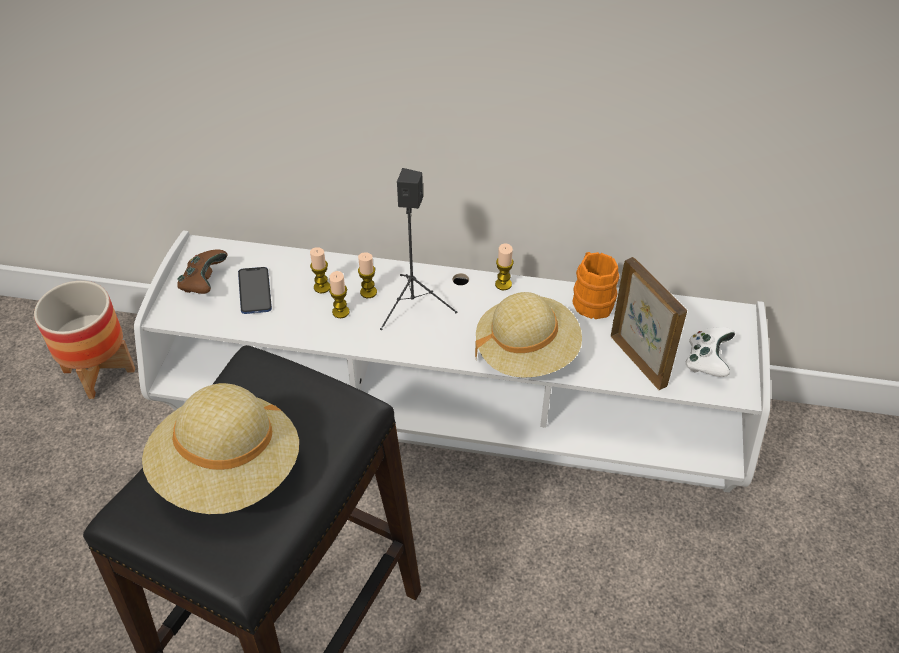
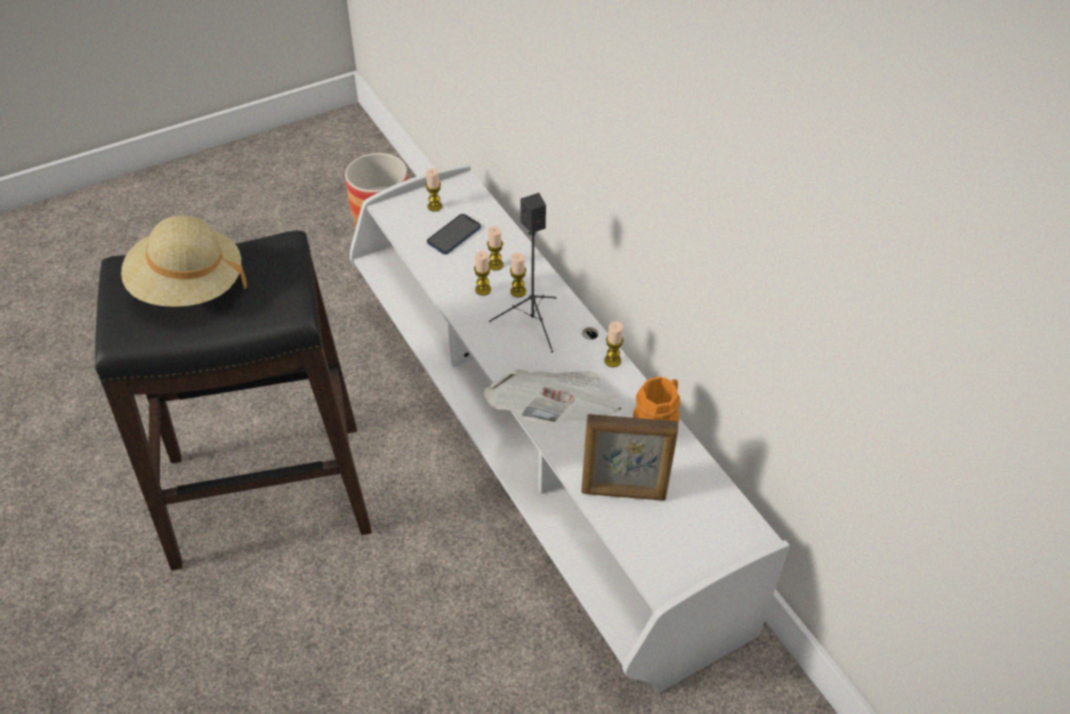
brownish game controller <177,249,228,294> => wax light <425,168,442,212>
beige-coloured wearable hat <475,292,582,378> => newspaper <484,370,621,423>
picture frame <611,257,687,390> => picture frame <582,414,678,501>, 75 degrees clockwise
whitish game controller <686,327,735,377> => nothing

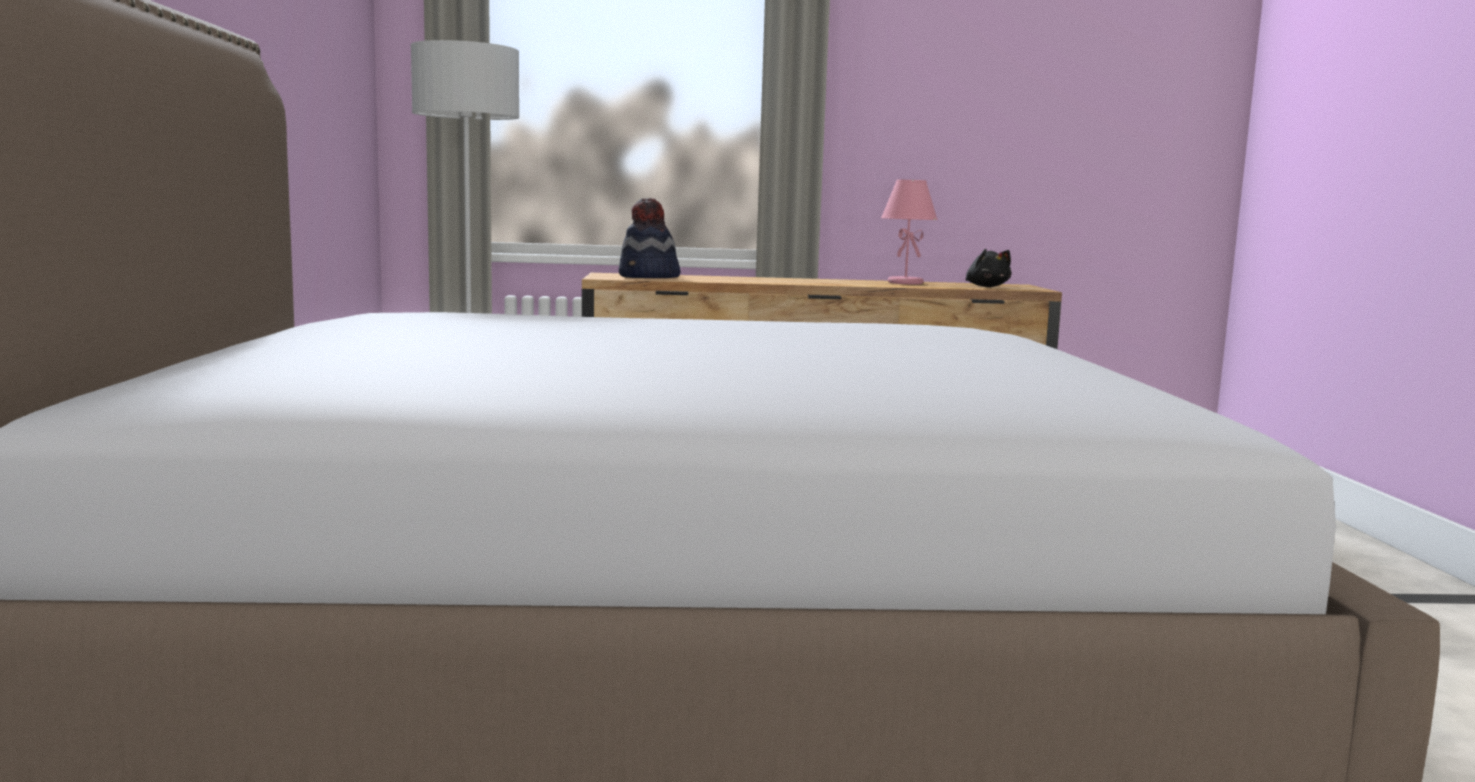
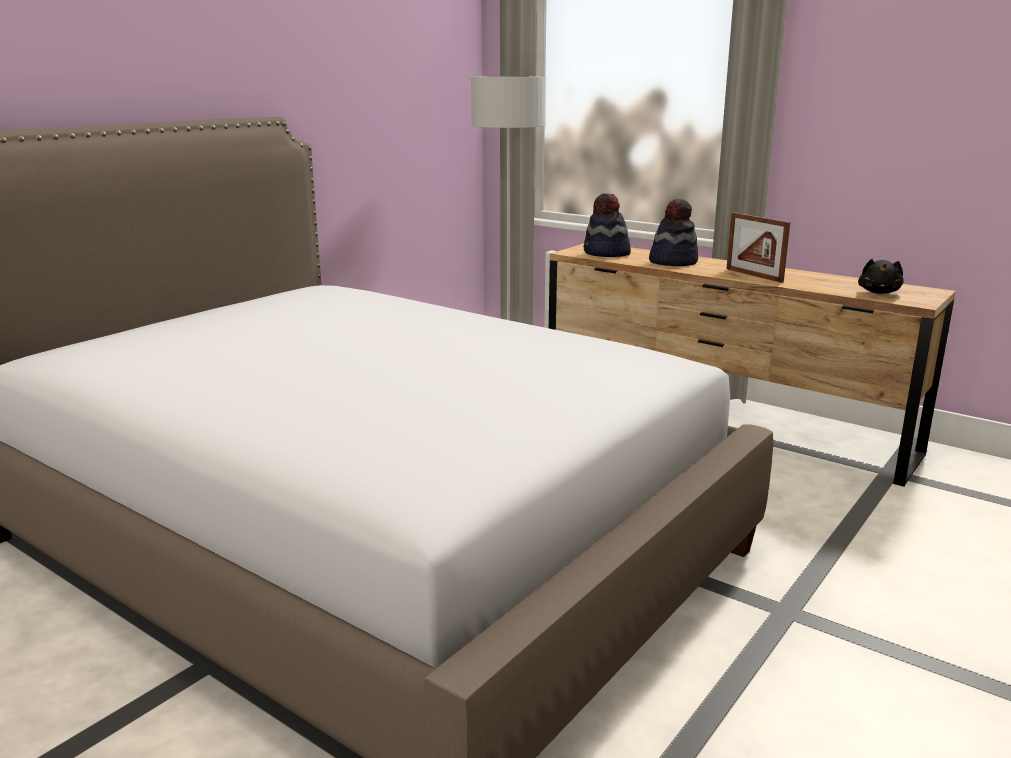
pinkish lamp for a table <881,180,938,284> => nothing
nothing => wearable hat <649,199,698,266>
nothing => picture frame <726,212,790,283>

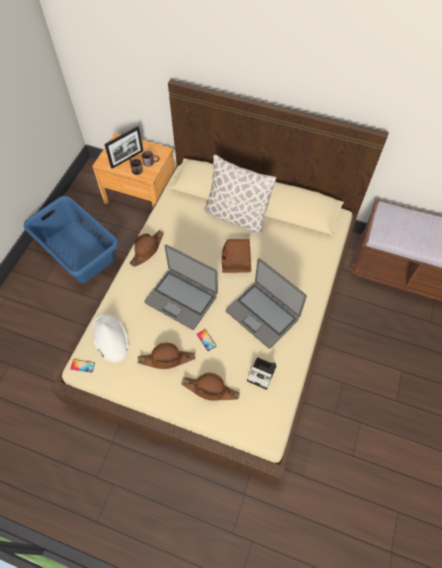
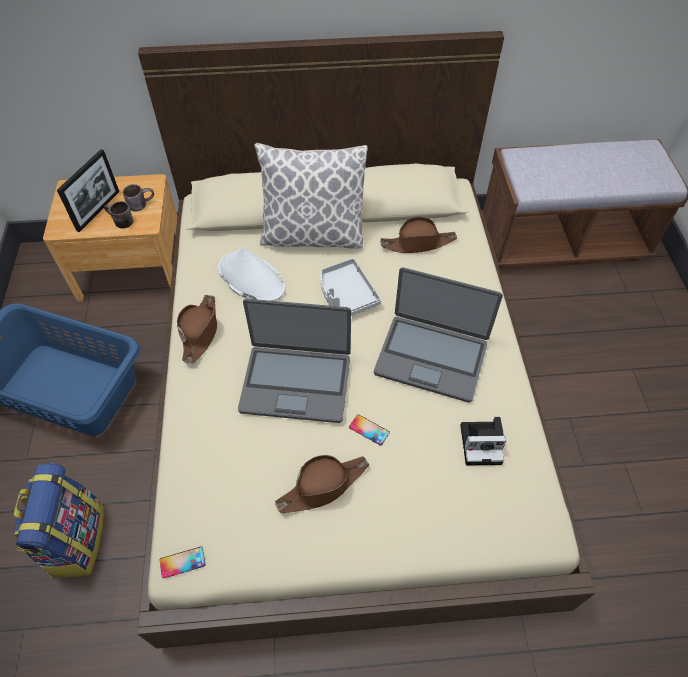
whitish wearable hat <93,314,128,363> => whitish wearable hat <218,247,286,301>, move
brownish wearable hat <181,373,240,401> => brownish wearable hat <380,217,457,253>, move
brownish tray <222,239,251,273> => grey tray <320,258,381,316>
nothing => knapsack <14,463,104,577>

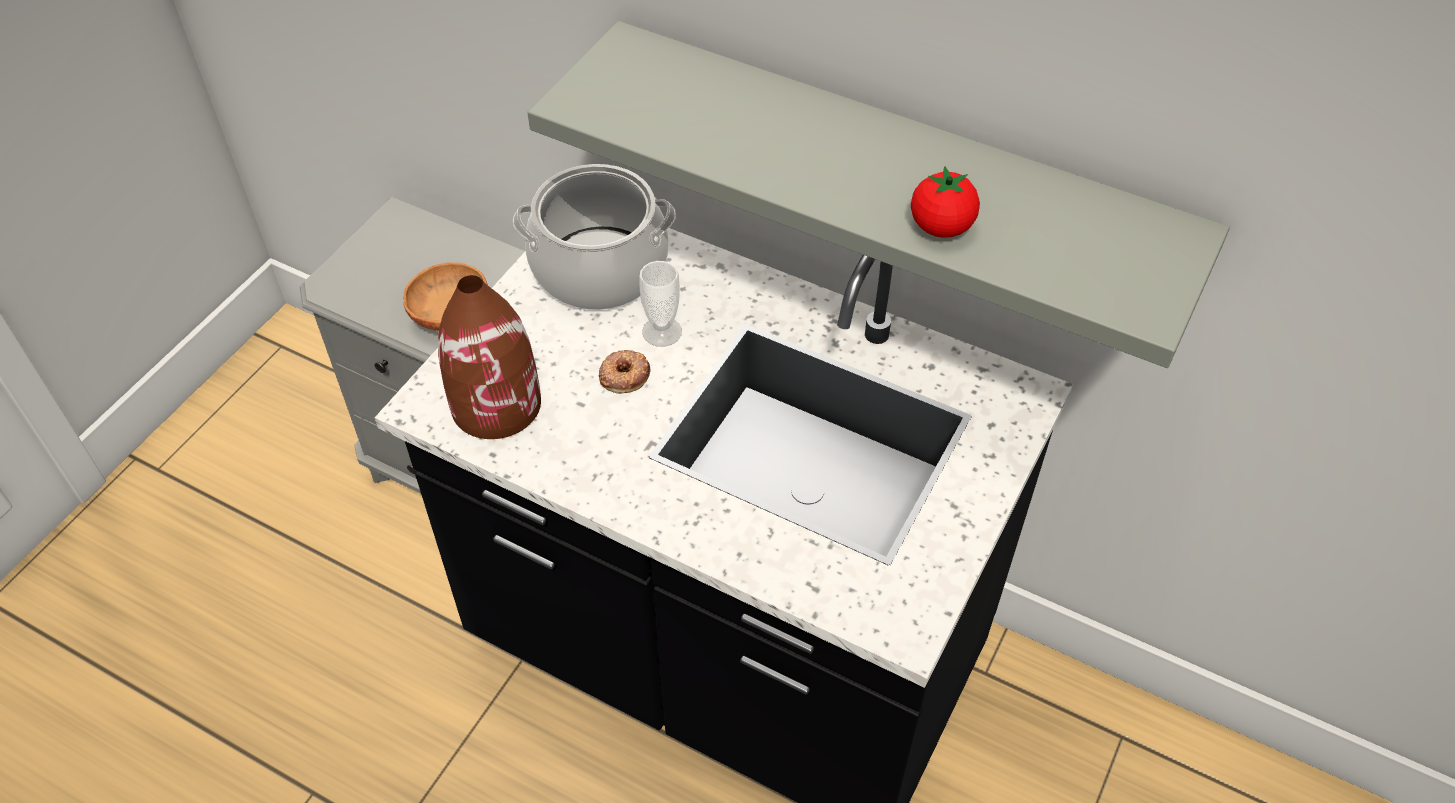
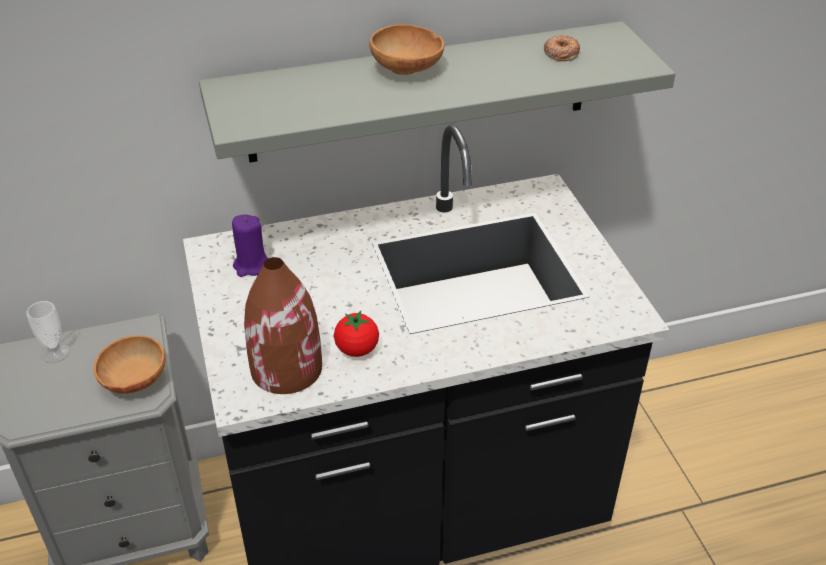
saucepot <513,164,676,310> => purple-coloured wax light <232,215,268,277>
donut <599,350,651,394> => donut <544,35,580,61>, move
small cup <639,261,682,347> => small cup <26,301,70,363>, move
fresh tomato <911,166,980,238> => fresh tomato <334,311,379,357>, move
nothing => brownish serving bowl <369,24,444,75>

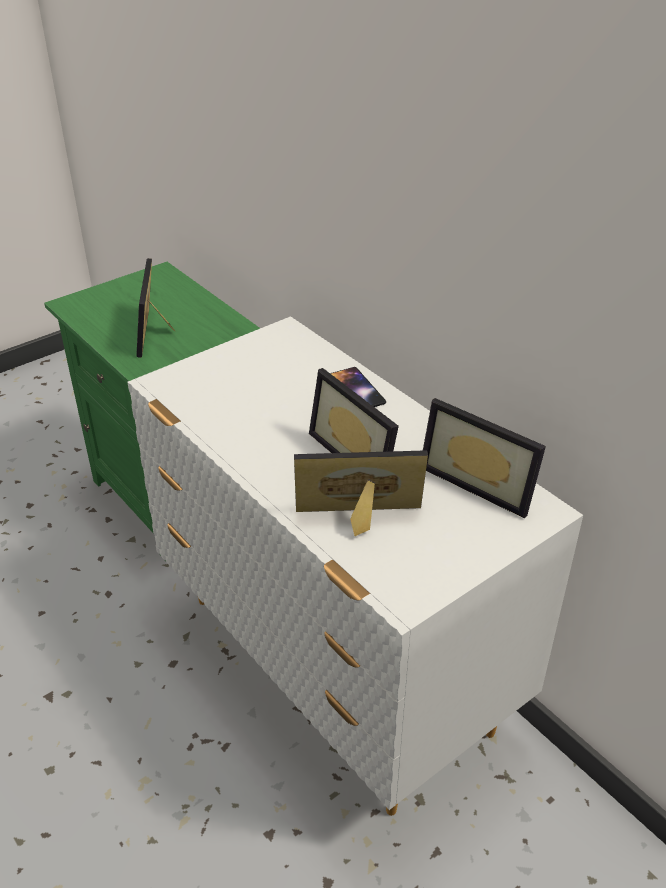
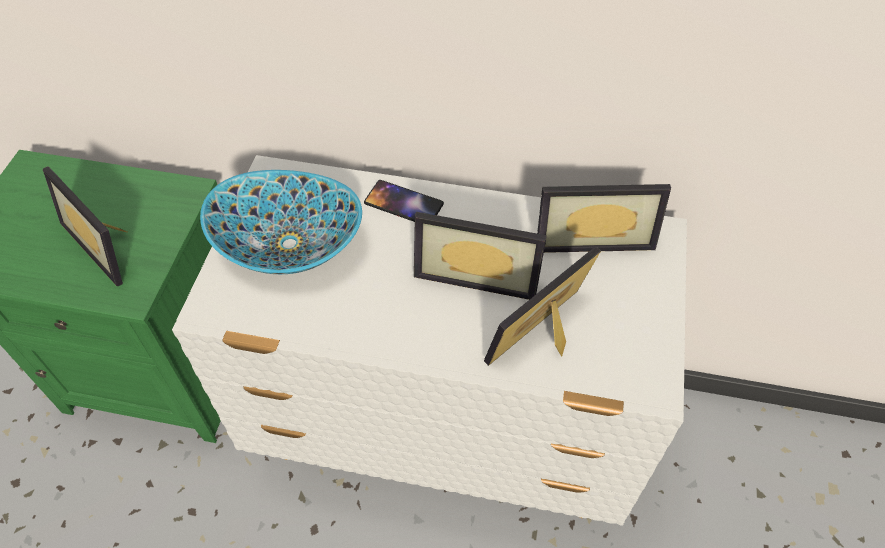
nothing => serving bowl <200,170,362,274>

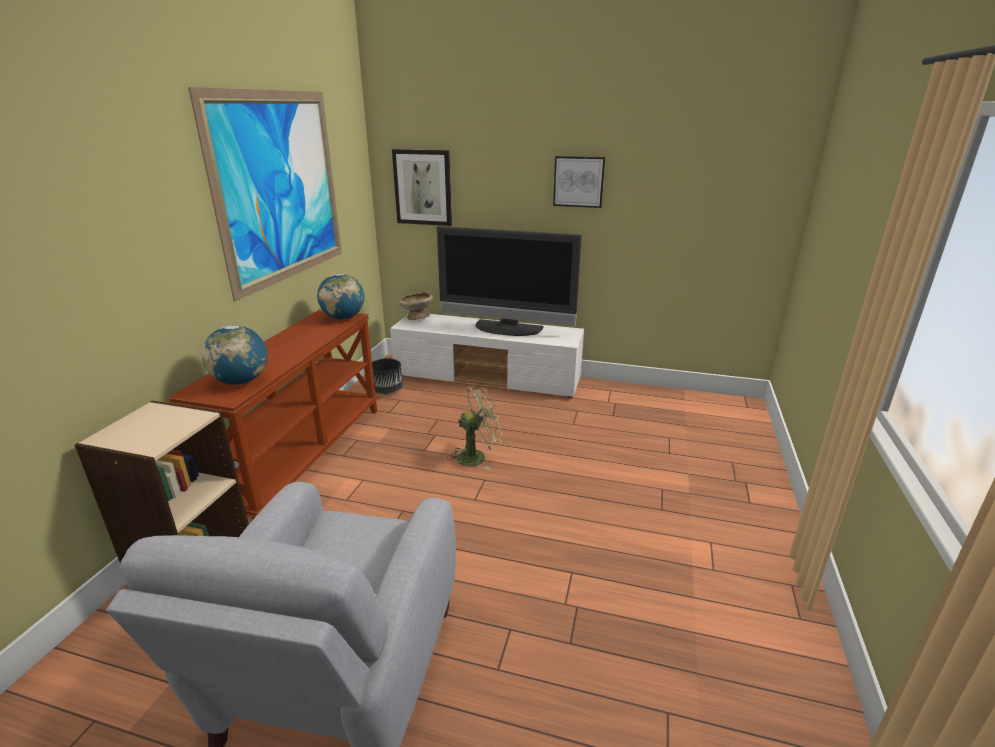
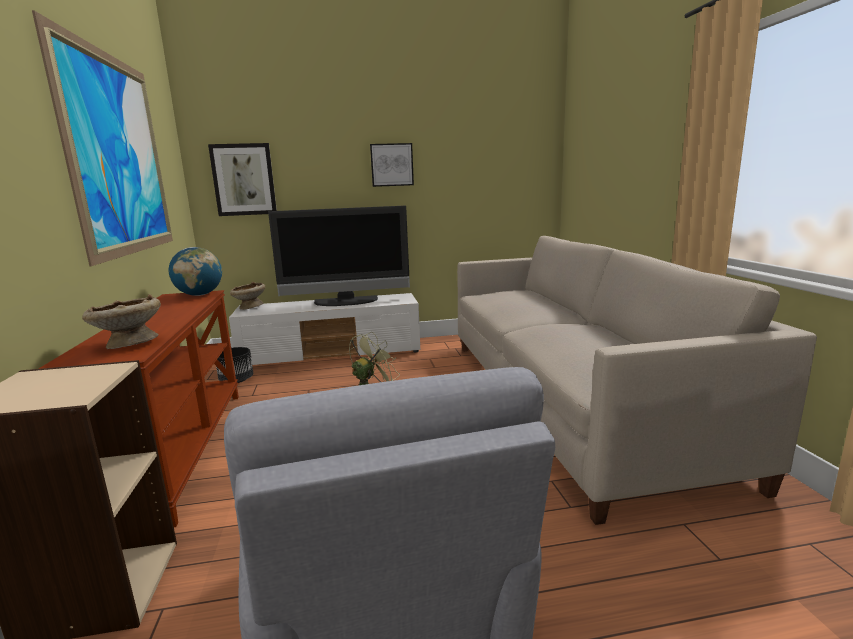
world globe <202,325,267,385> => beige-coloured serving bowl <82,294,161,349>
nothing => beige-coloured sofa <457,236,817,525>

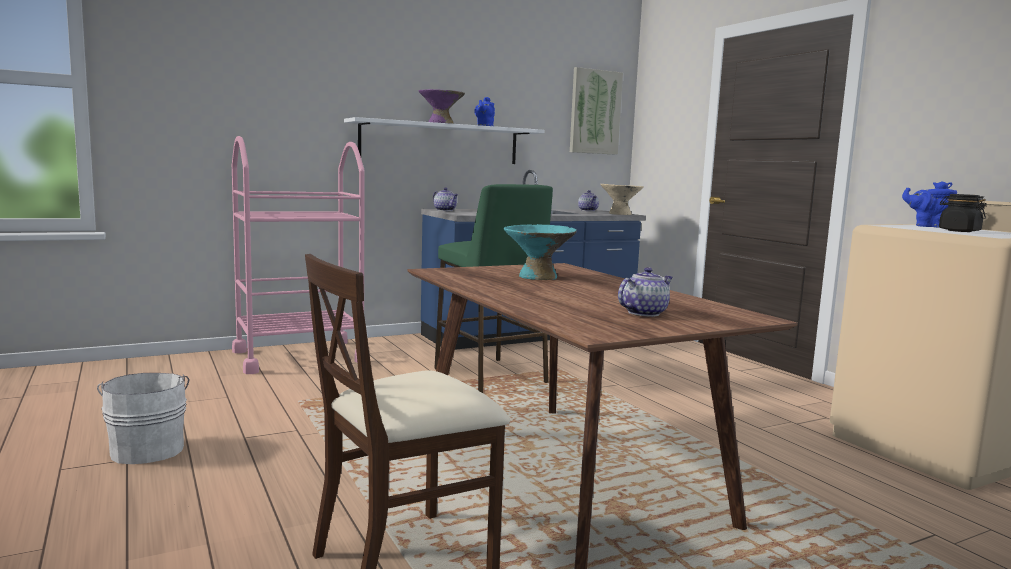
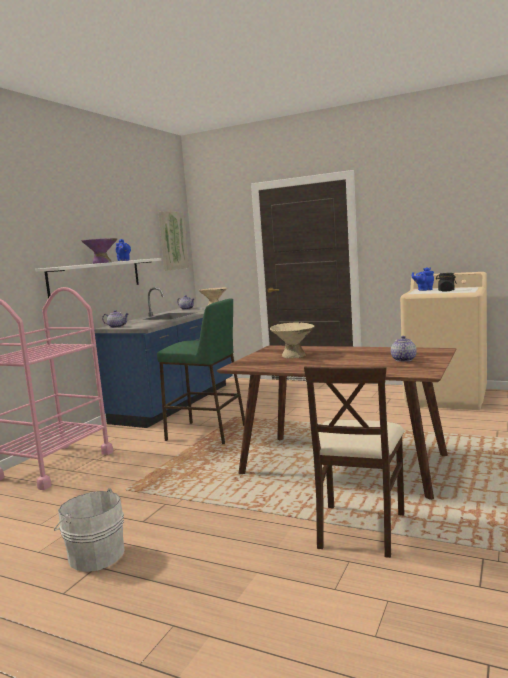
turquoise serving bowl <504,224,577,280> => beige-coloured serving bowl <270,322,315,358>

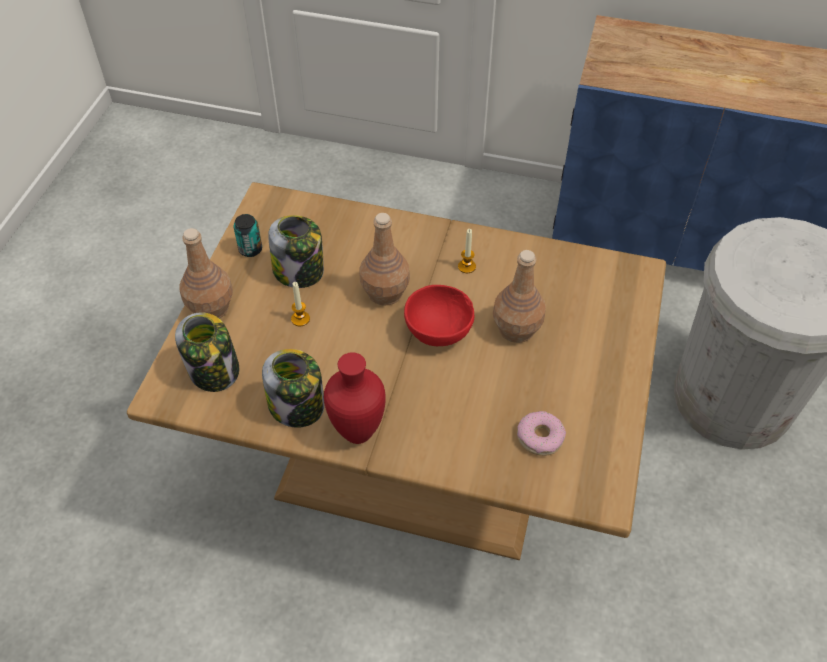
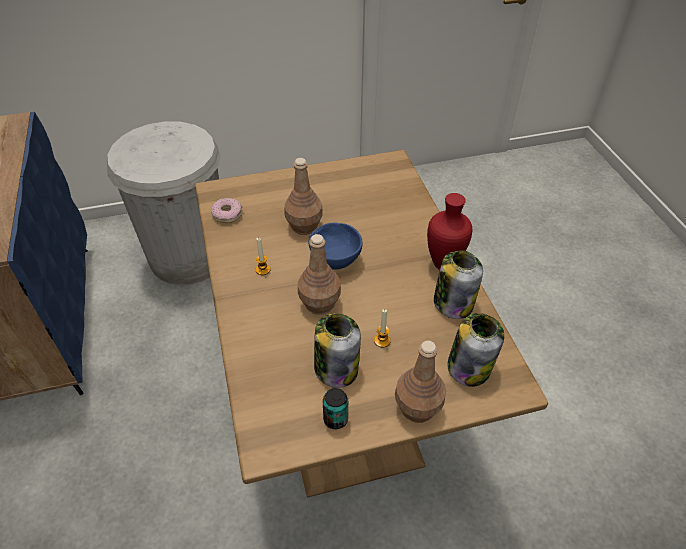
red serving bowl <404,285,474,346> => blue-coloured serving bowl <308,223,362,270>
donut <517,411,566,456> => donut <211,198,242,223>, move

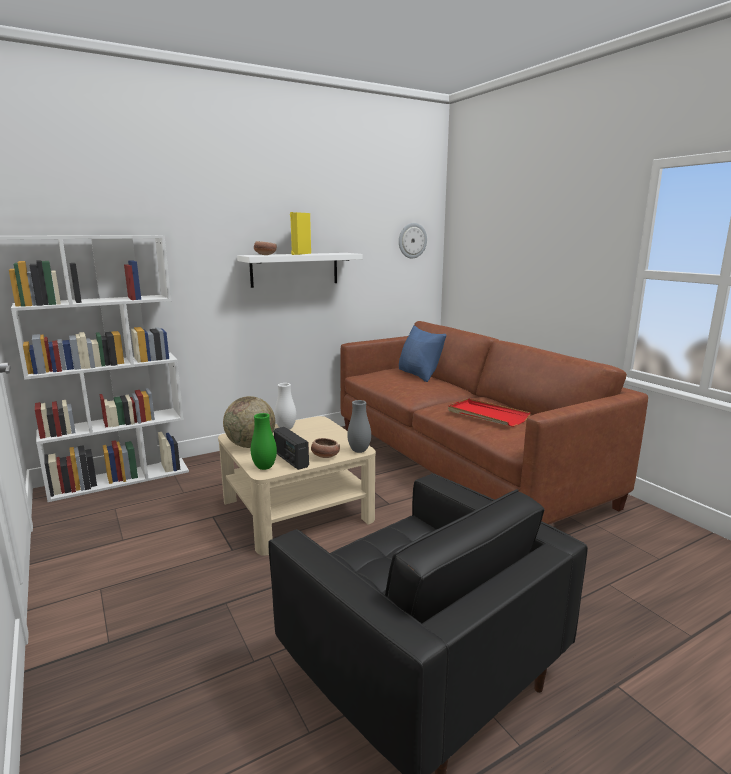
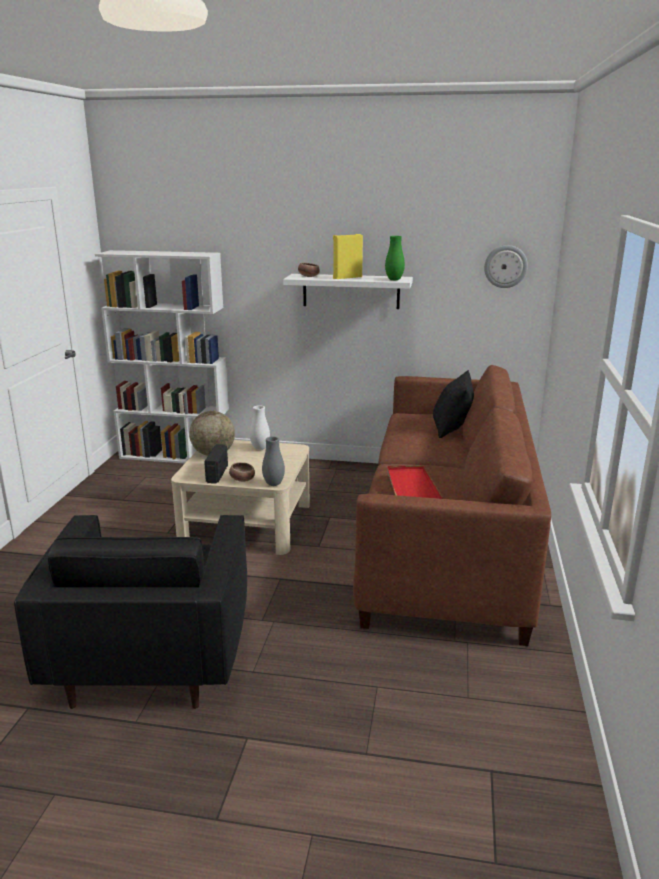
green-coloured vase <251,413,277,470> => green-coloured vase <385,236,405,280>, move
blue-coloured throw pillow <399,325,447,382> => black-coloured throw pillow <433,370,474,438>

